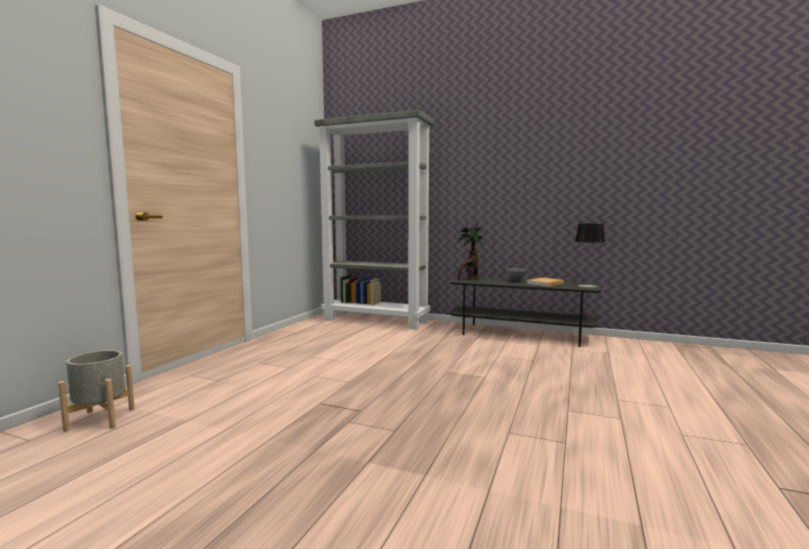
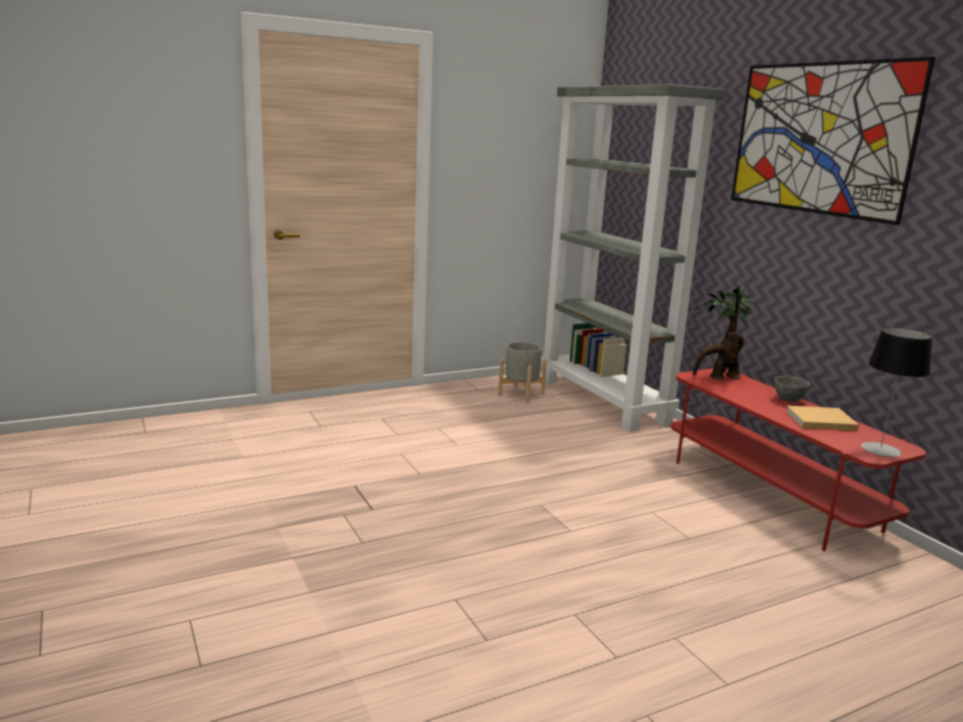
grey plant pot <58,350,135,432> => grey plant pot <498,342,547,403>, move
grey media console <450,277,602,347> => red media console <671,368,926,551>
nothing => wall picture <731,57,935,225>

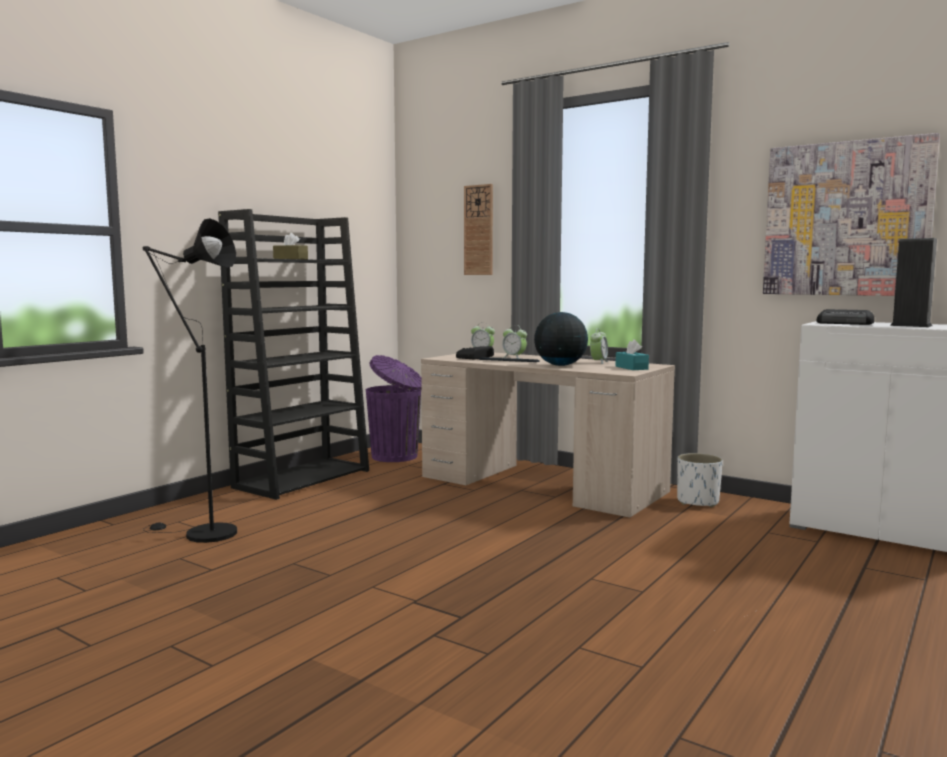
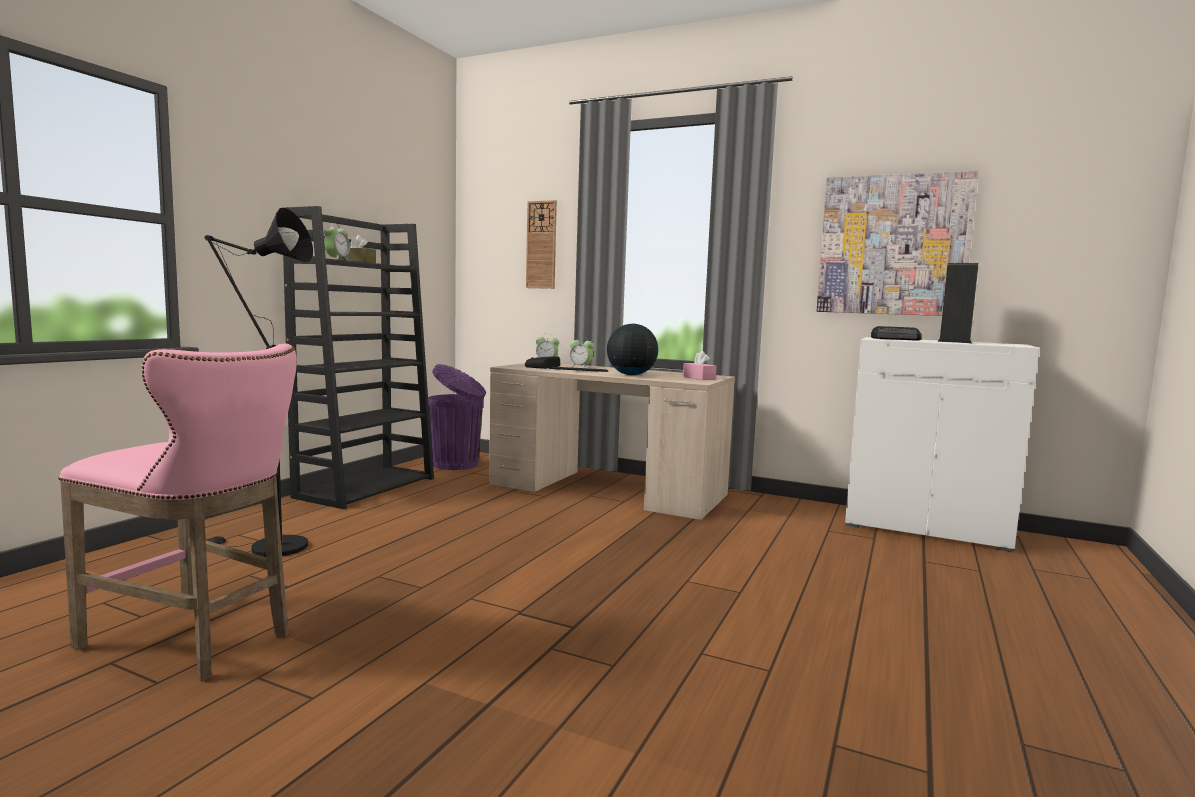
table clock <590,328,608,364> => table clock <324,223,350,261>, move
turquoise tissue box <615,339,649,370> => pinkish tissue box <683,351,717,380>
whitish plant pot <677,453,723,508> => nothing
nothing => pinkish stool seat <59,344,297,682>

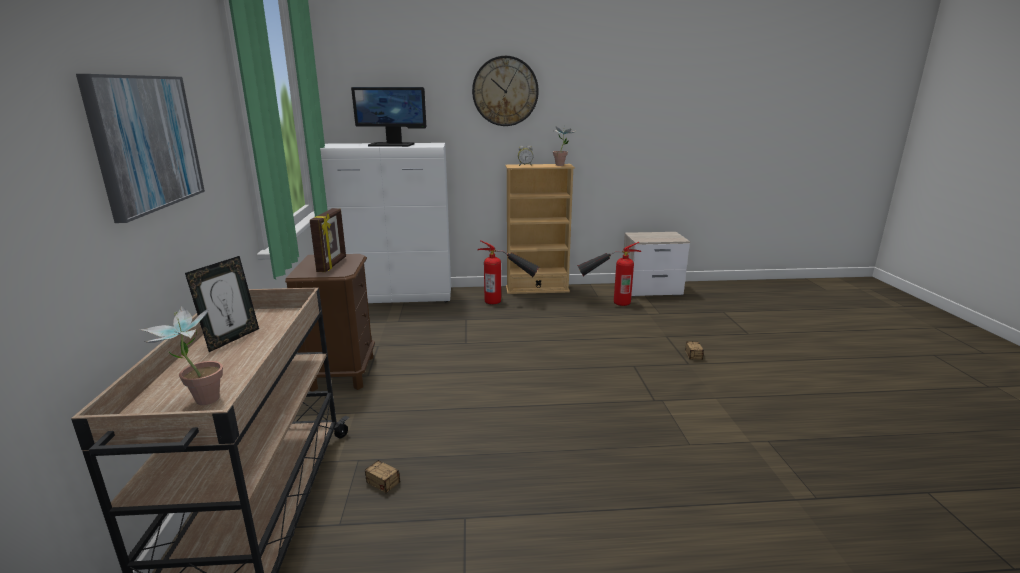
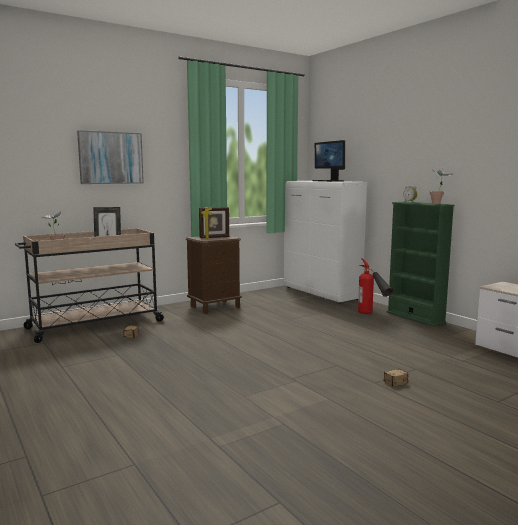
wall clock <472,56,539,126> => nothing
beige-coloured shelving unit <506,164,575,294> => green-coloured shelving unit <387,202,455,327>
extinguisher <577,242,641,306> => nothing

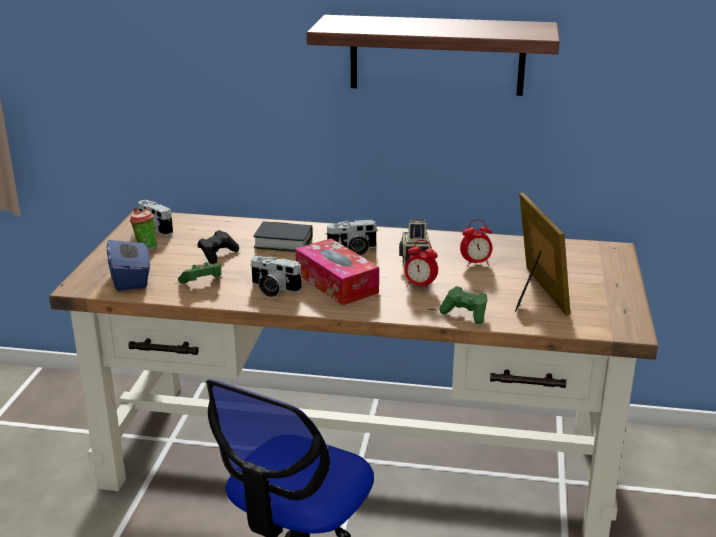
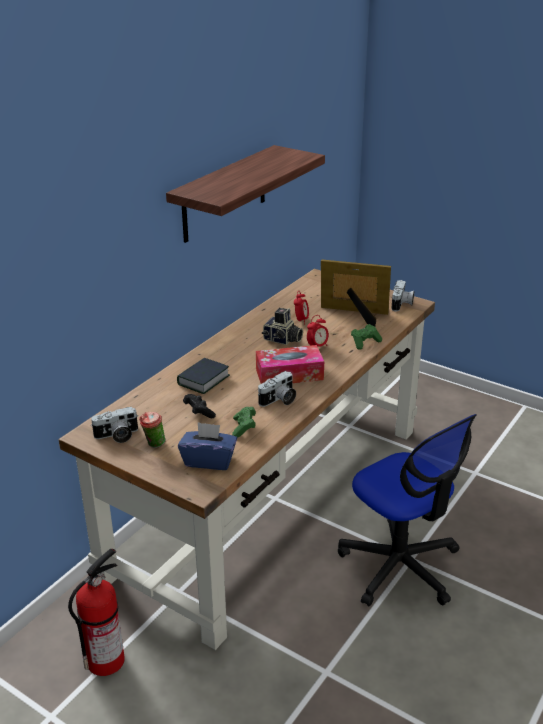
photo camera <325,220,377,256> => photo camera <391,280,414,311>, move
nothing => extinguisher <68,549,125,676>

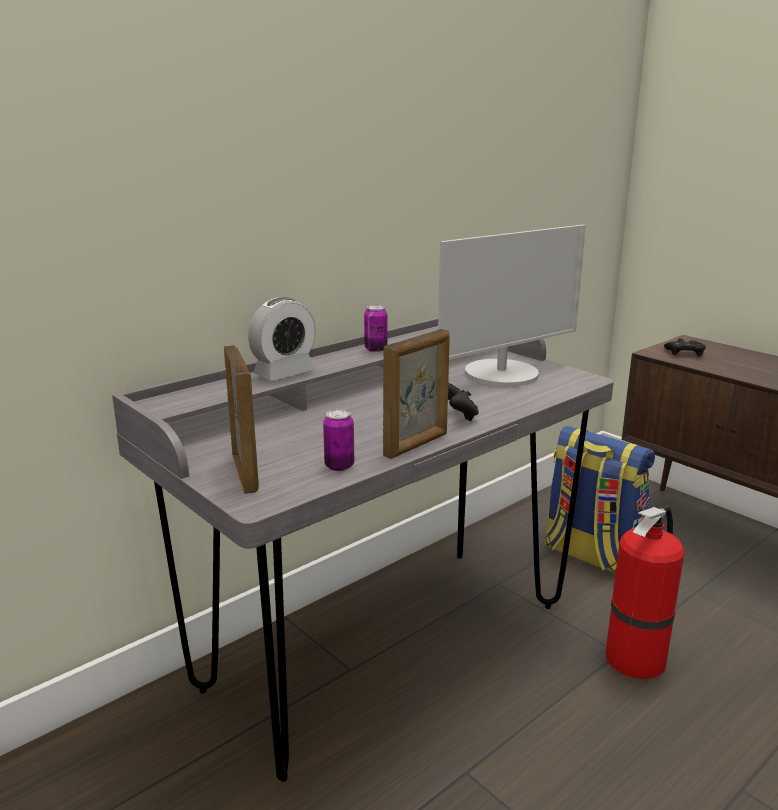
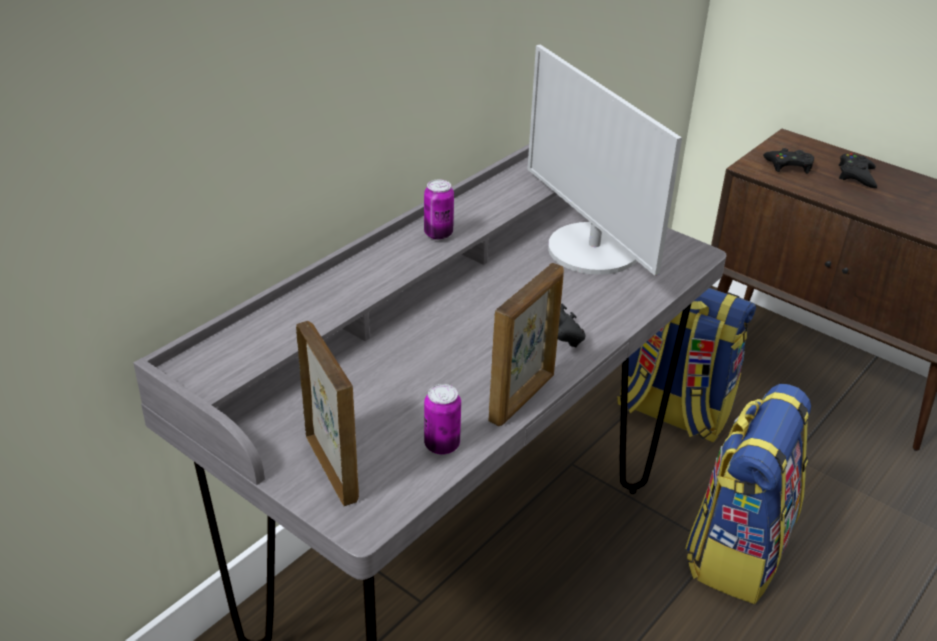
table clock <248,297,316,380> => nothing
monitor <438,225,586,387> => monitor <527,45,682,276>, 105 degrees clockwise
extinguisher <605,506,685,679> => knapsack <685,384,811,604>
nothing => black-coloured game controller <839,153,877,188>

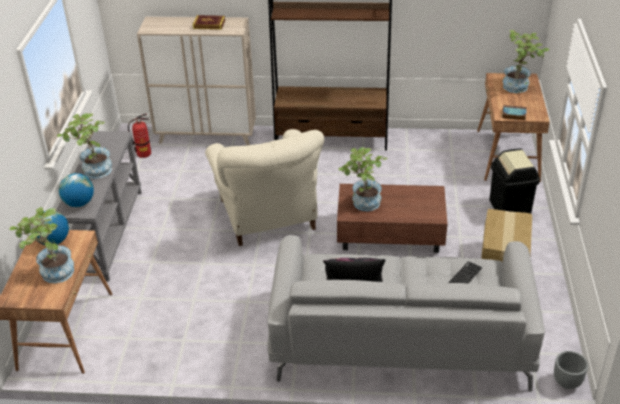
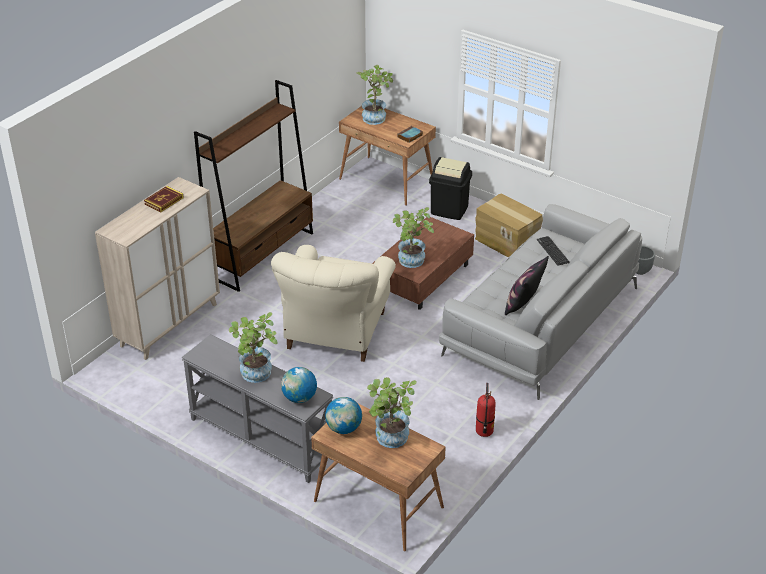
extinguisher <128,114,151,158> => extinguisher <476,383,495,437>, move
beige-coloured easy chair <205,129,324,246> => beige-coloured easy chair <271,245,396,362>, 90 degrees clockwise

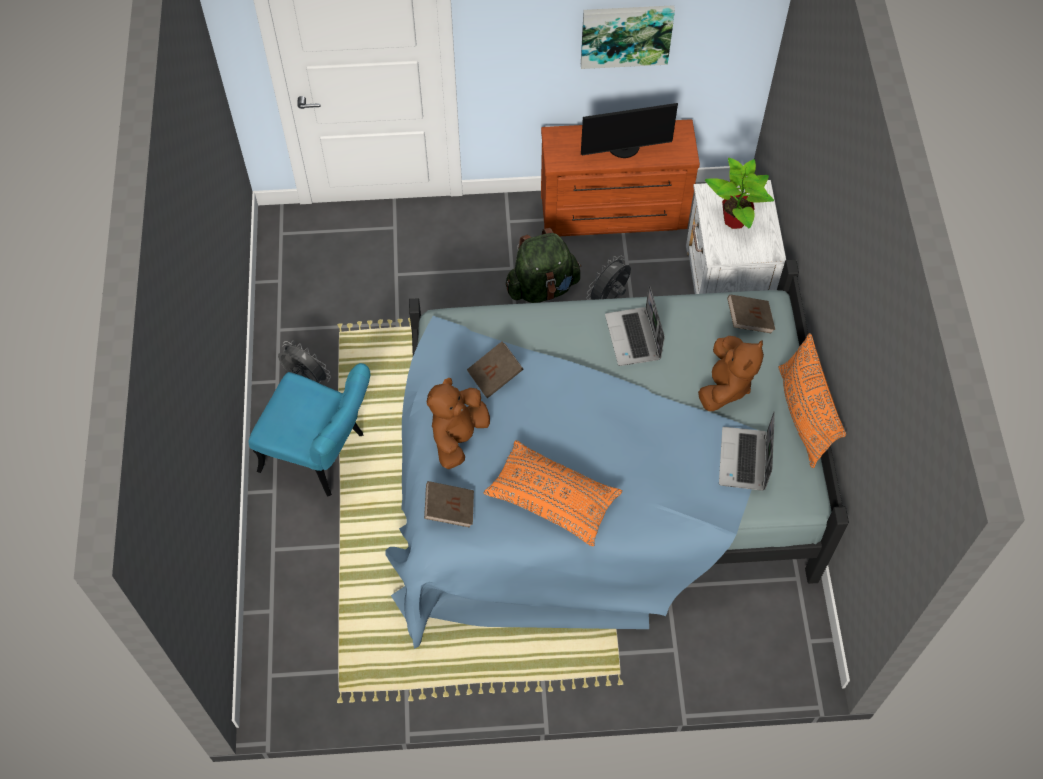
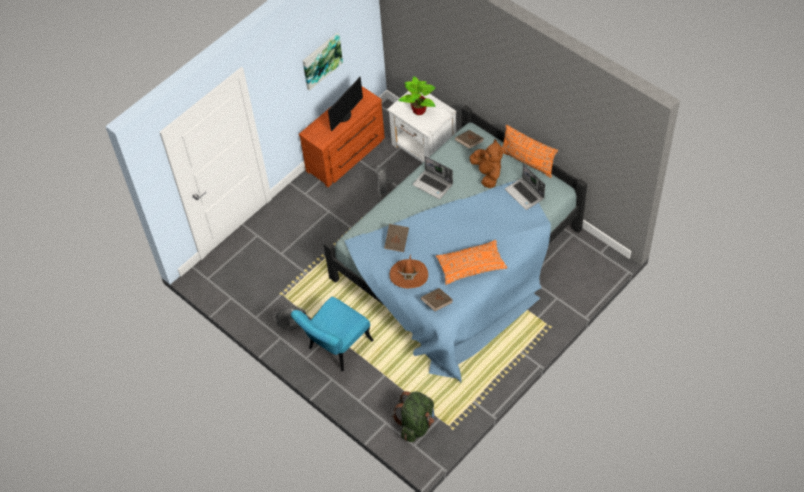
turquoise plain chair <249,363,370,497> => turquoise plain chair <291,297,374,371>, 150 degrees clockwise
brownish cuddly toy <427,378,490,469> => brownish wearable hat <390,255,428,288>
green-coloured knapsack <506,228,582,303> => green-coloured knapsack <392,391,434,442>, move

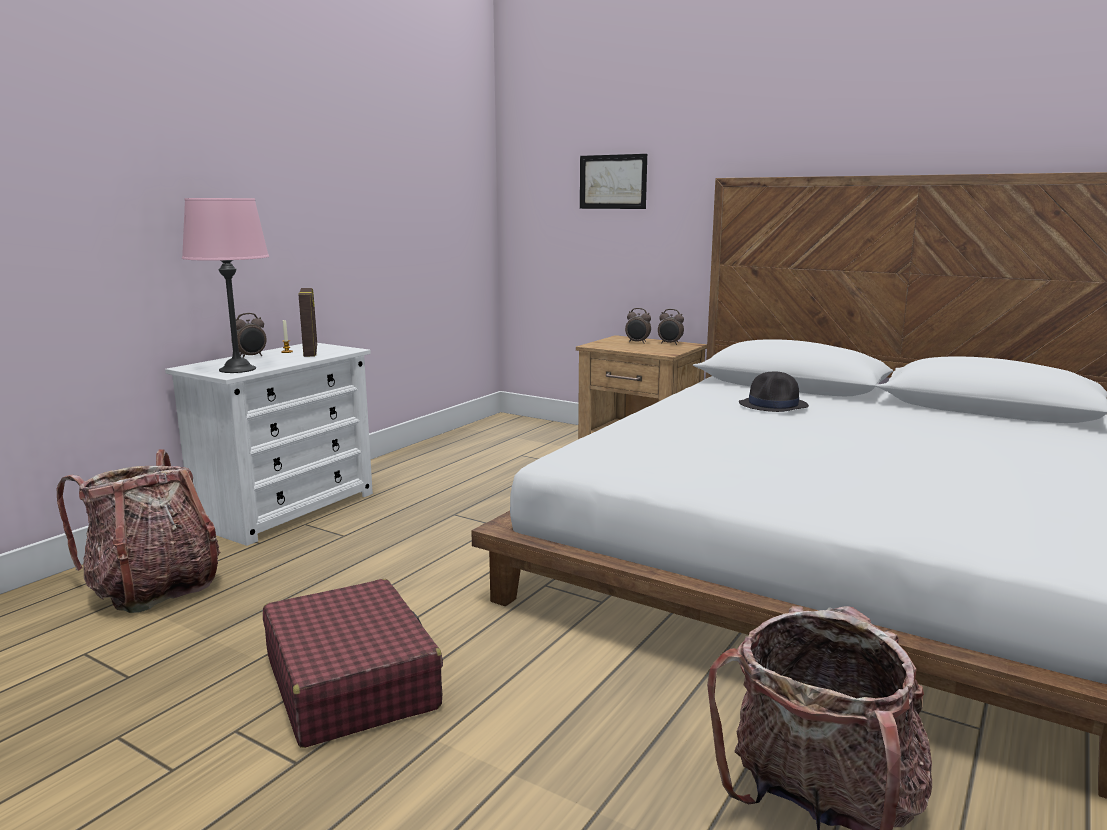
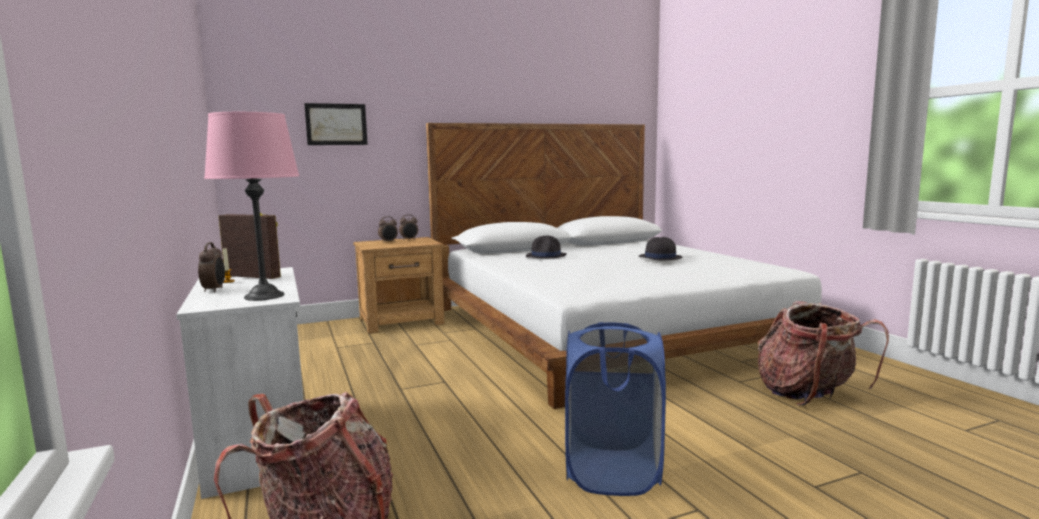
red piece of luggage <263,579,443,748> => blue-coloured washing basket <565,322,666,496>
nothing => black-coloured wearable hat <639,237,682,260>

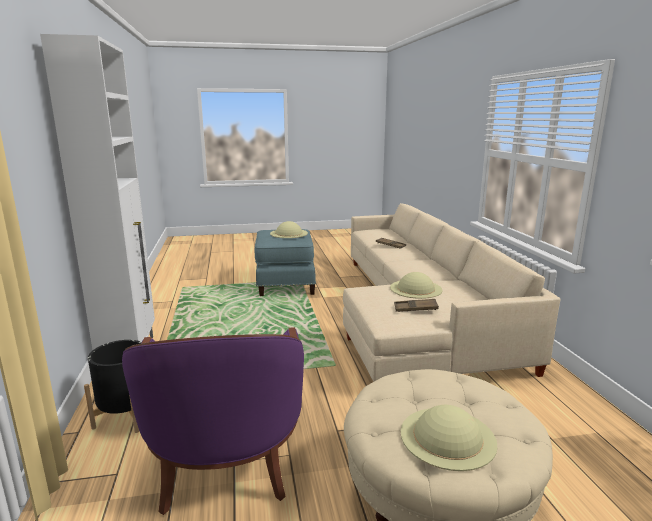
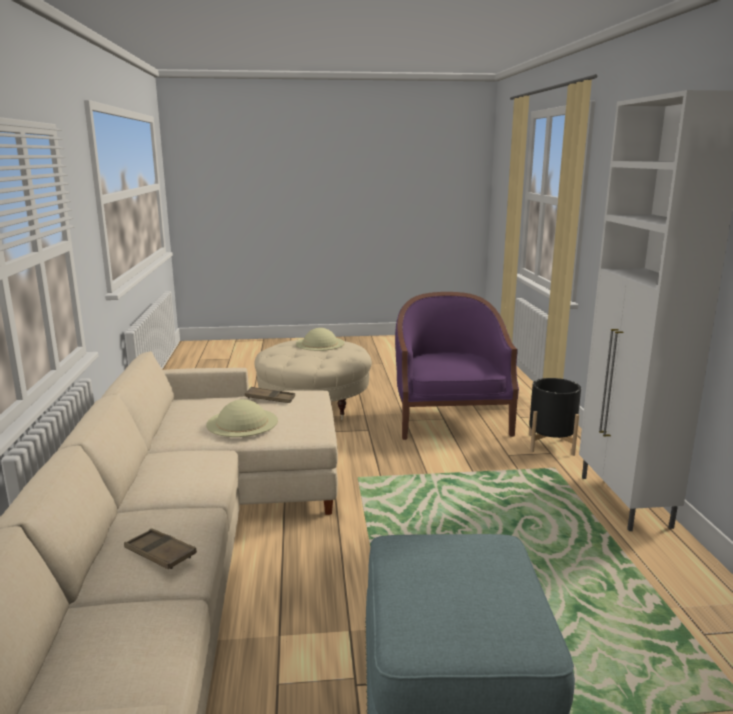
beige-coloured wearable hat <270,221,308,238> => nothing

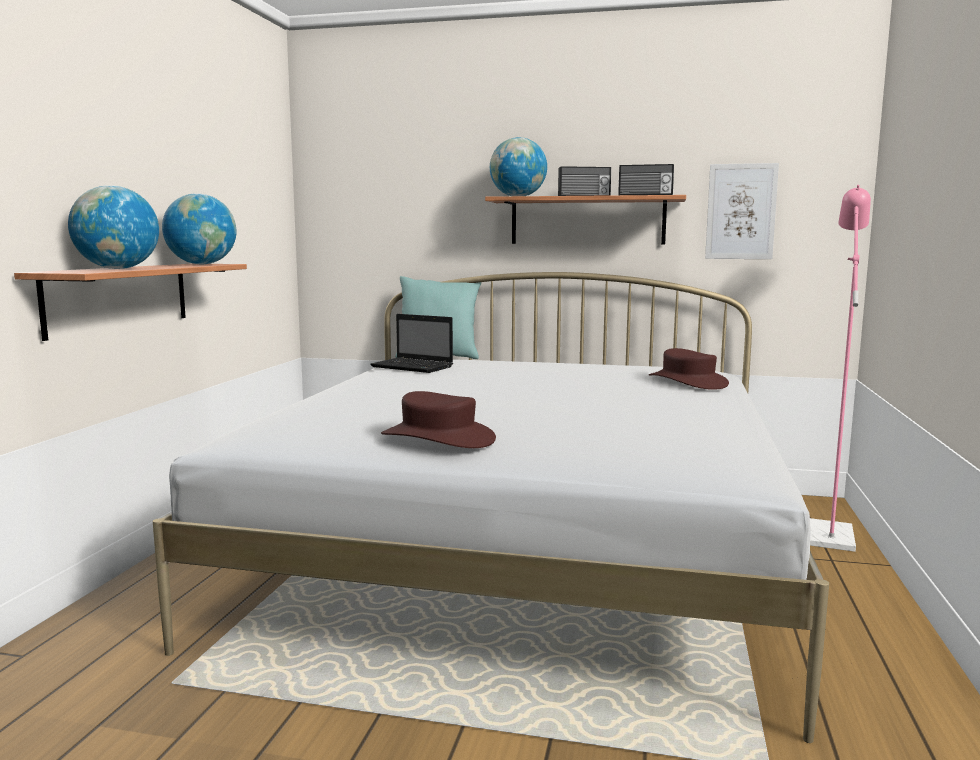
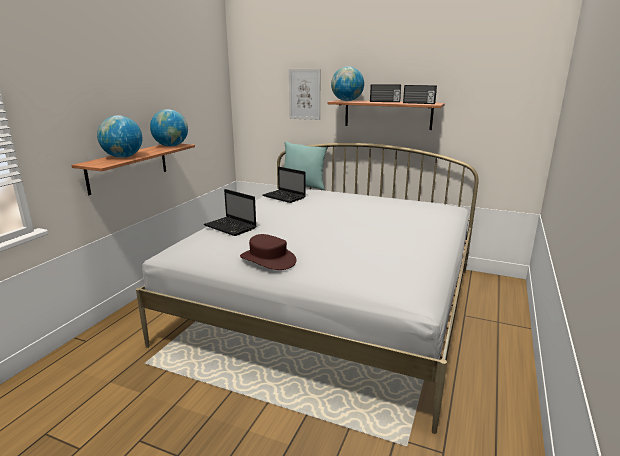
brownish wearable hat <649,348,729,390> => nothing
wall picture <705,163,779,259> => wall picture <289,69,321,120>, move
pinkish standard lamp <810,185,871,552> => nothing
nothing => laptop <204,189,257,236>

